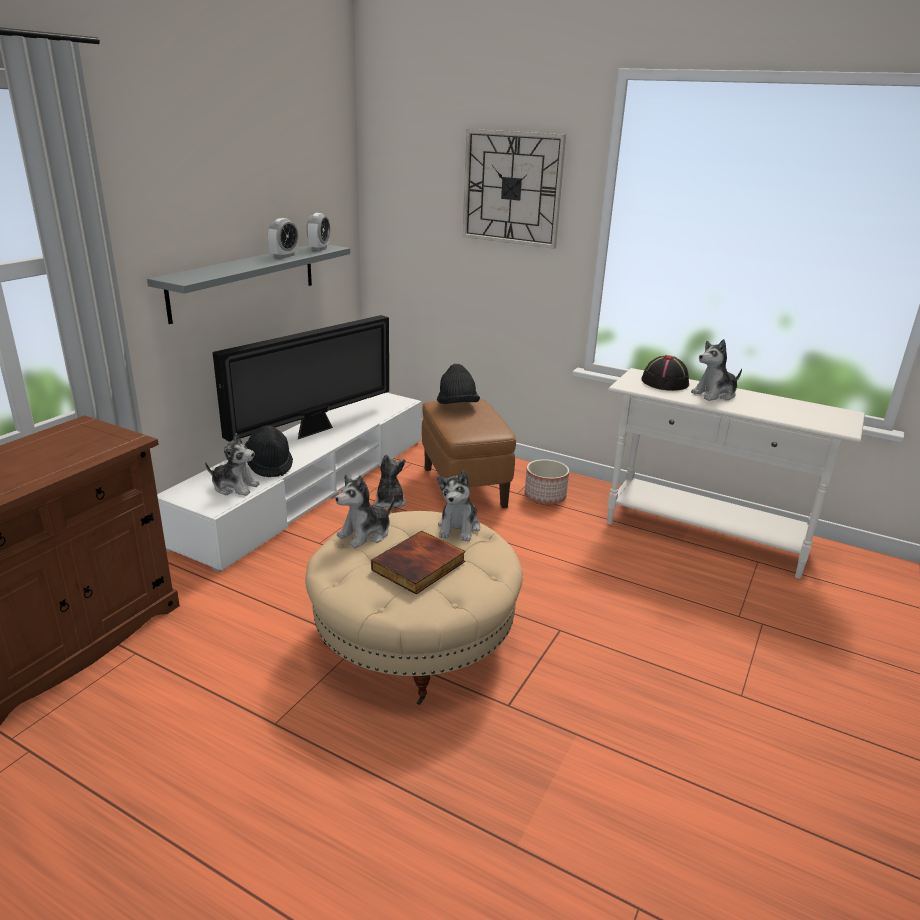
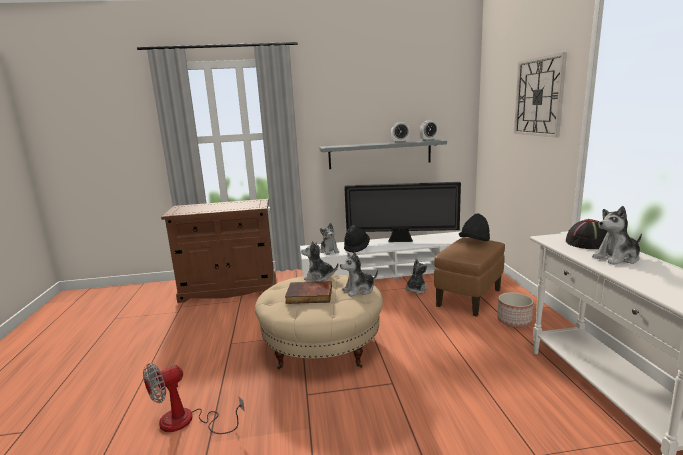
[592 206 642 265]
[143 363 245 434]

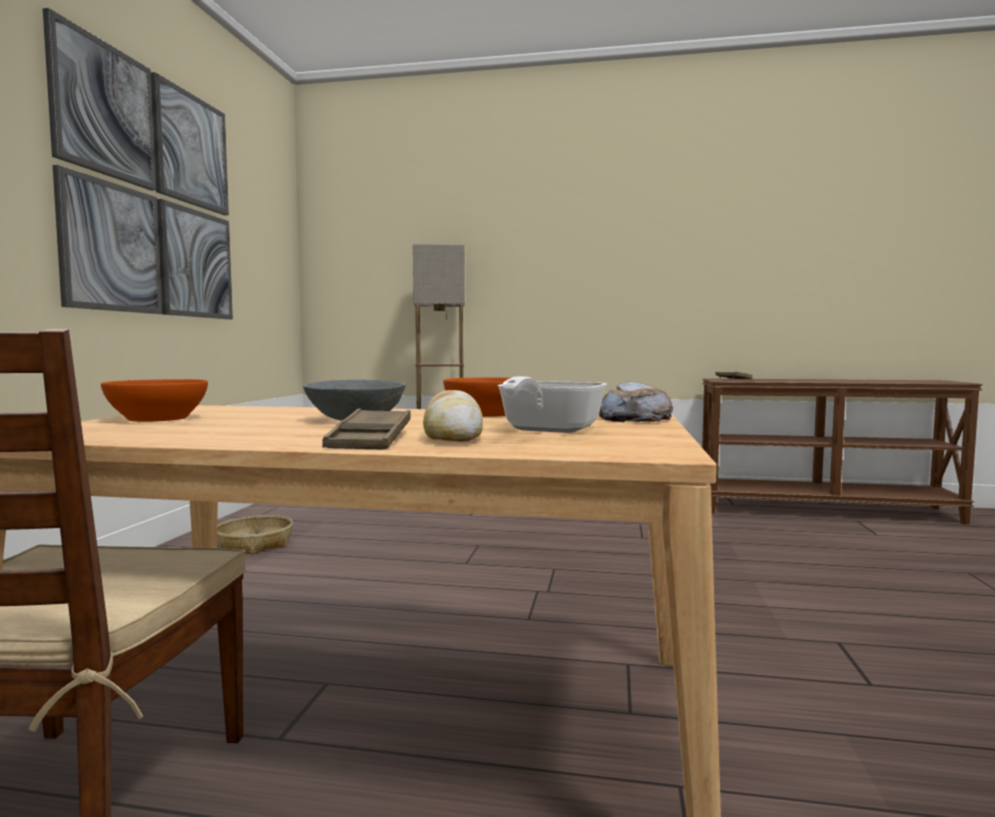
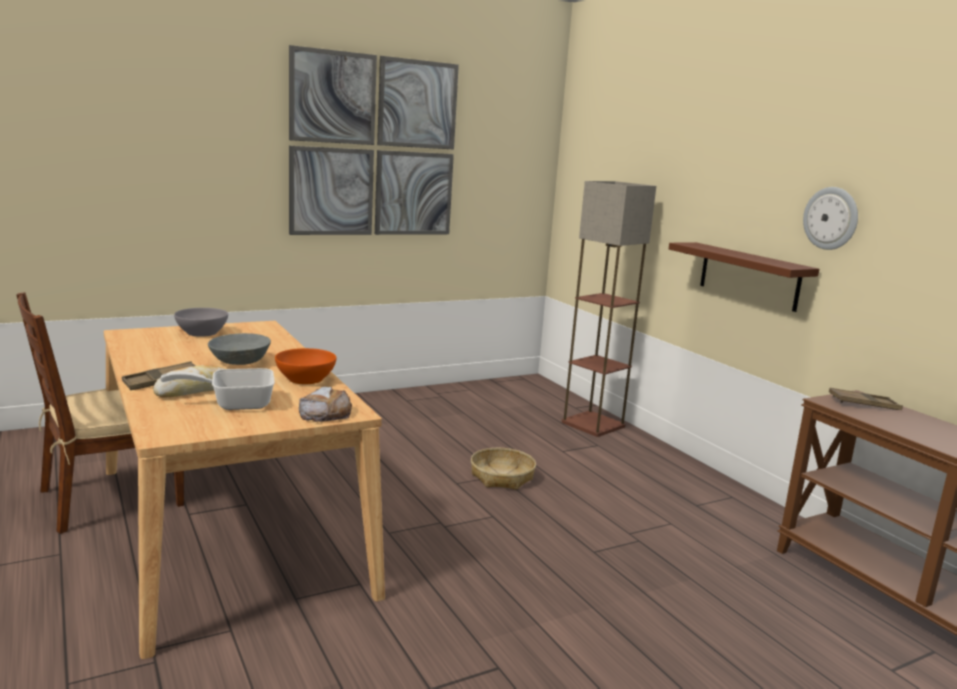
[174 308 228 337]
[471 448 536 490]
[669 242 819 312]
[803 187 858 250]

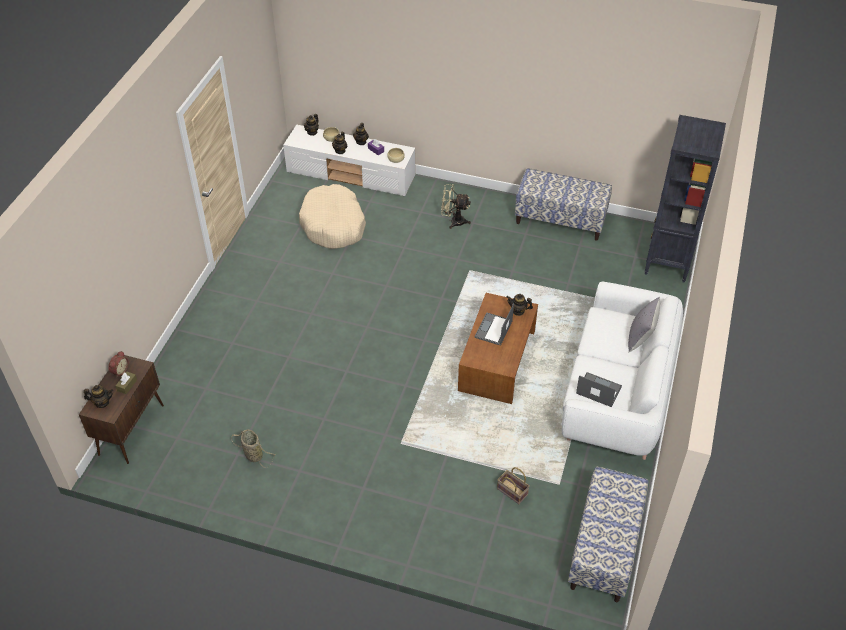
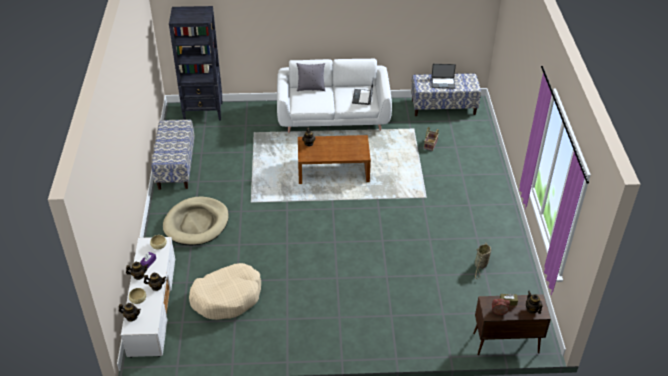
[163 196 229 245]
[431 64 456 89]

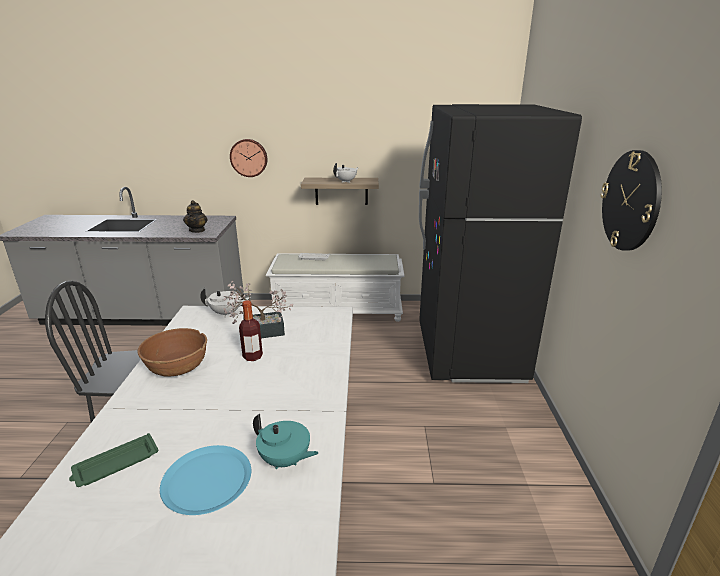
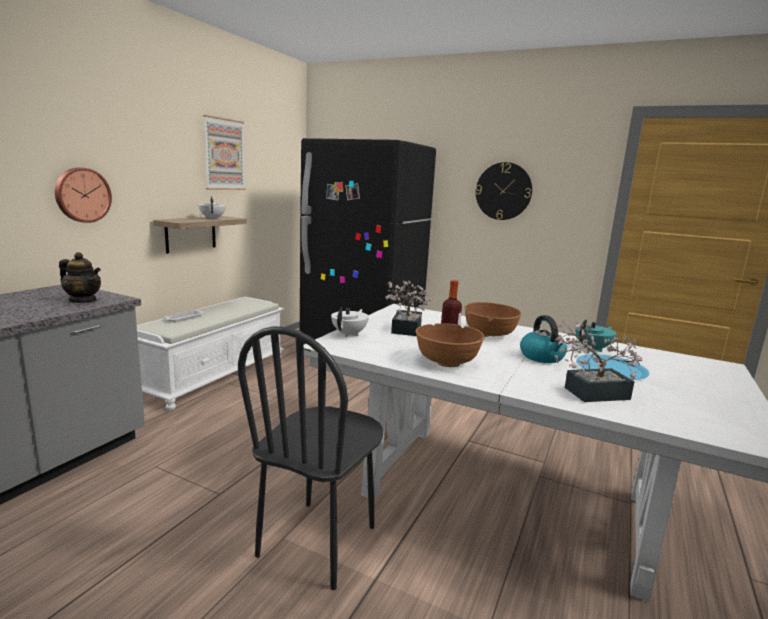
[554 320 642 402]
[203 115 246 190]
[465 302 522 337]
[520 315 567 363]

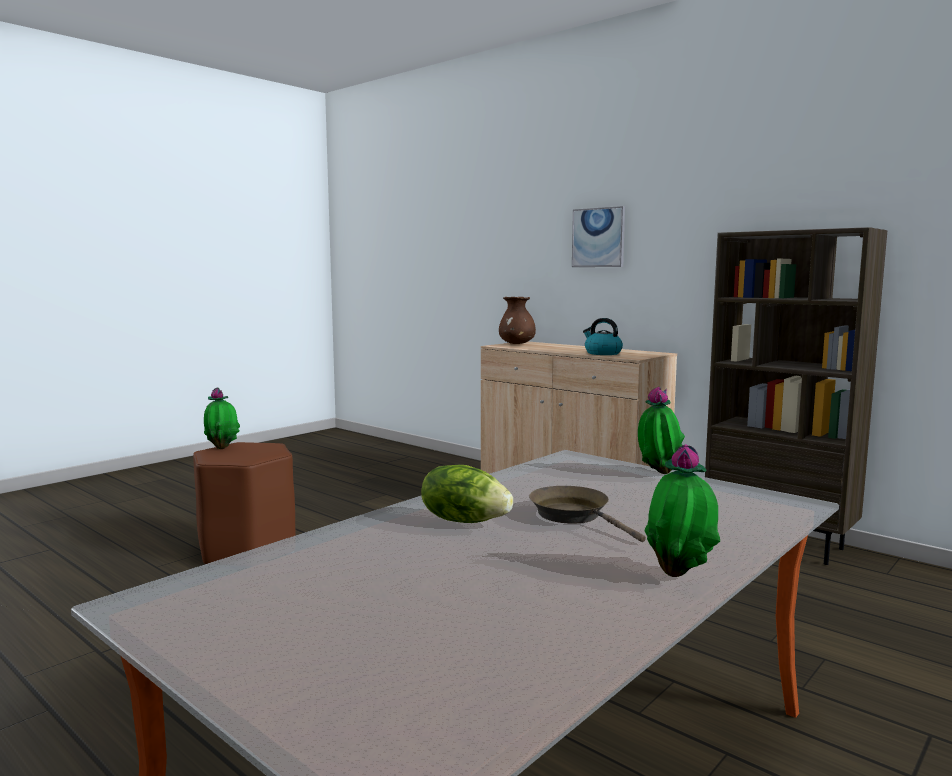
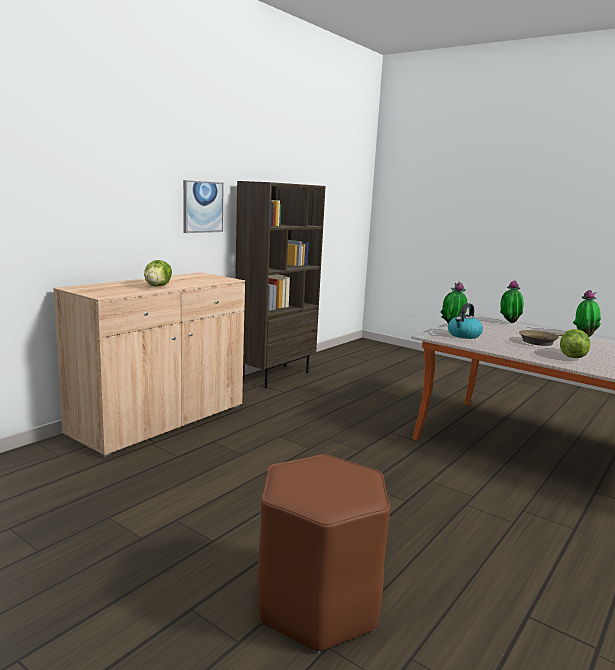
[500 281 524 323]
[499 297 536 344] (first image)
[183 180 224 233]
[448 303 483 339]
[144 260 172 287]

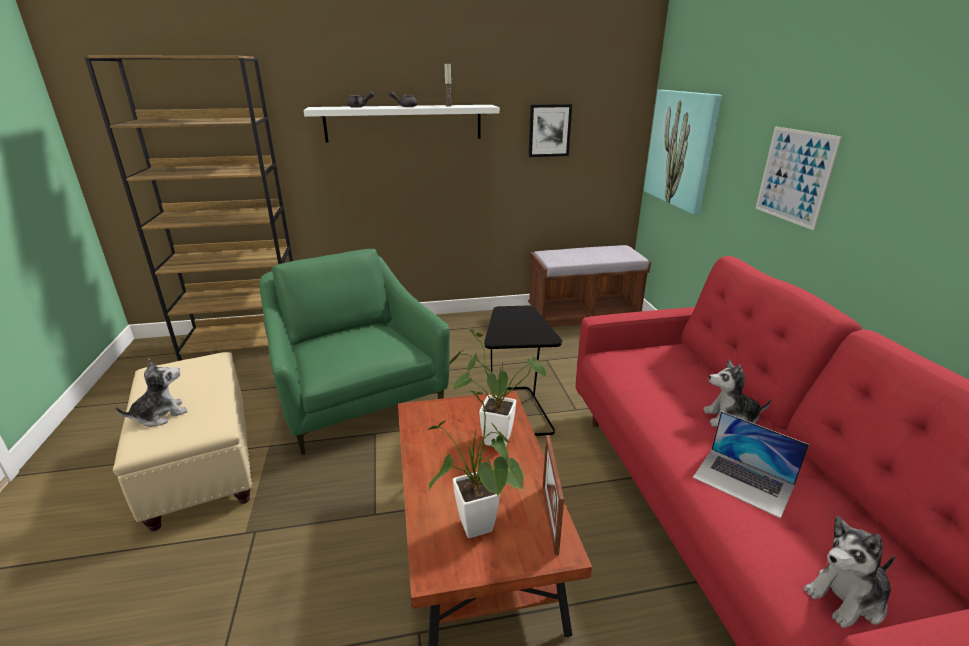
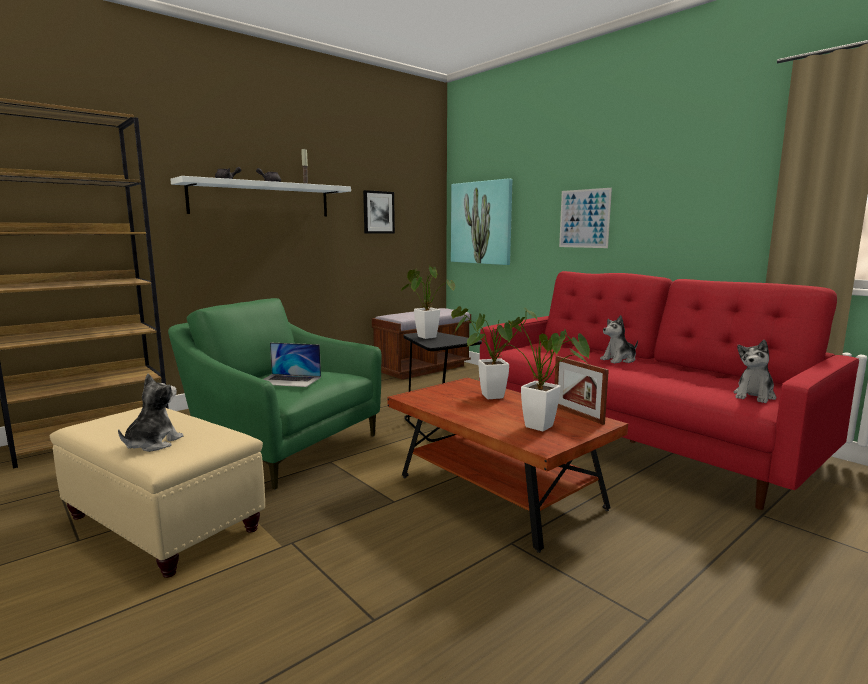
[263 343 321 387]
[401 265 455 339]

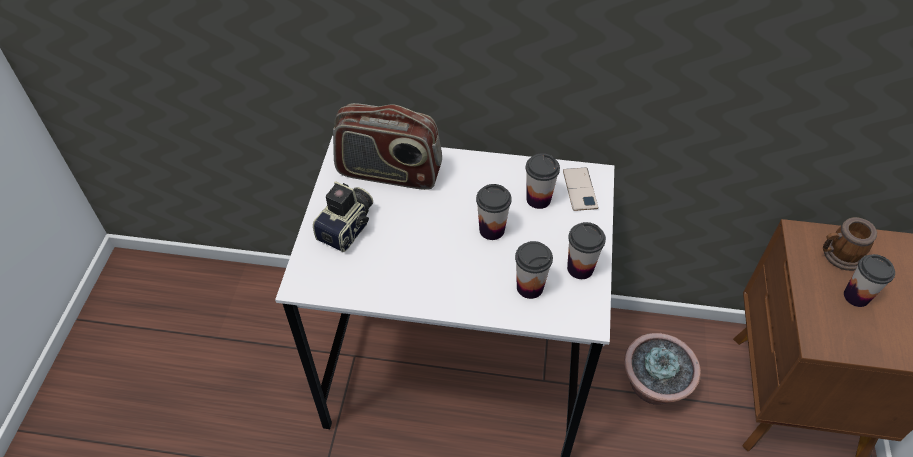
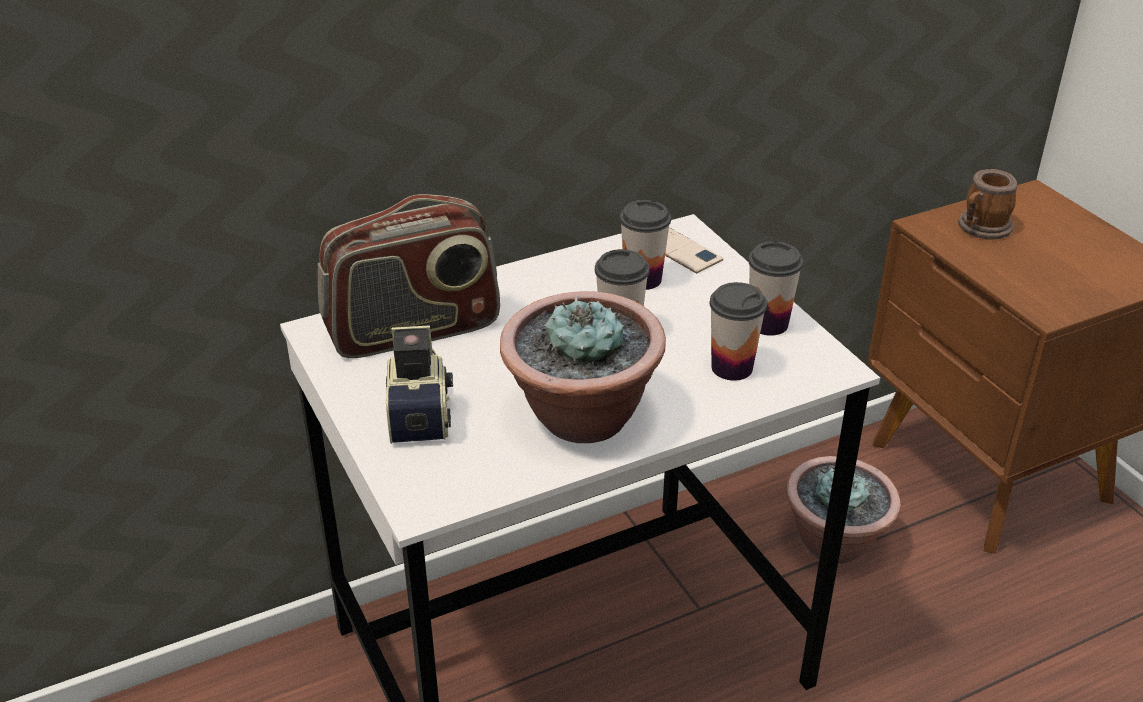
[844 254 895 307] (first image)
[500 291 666 443]

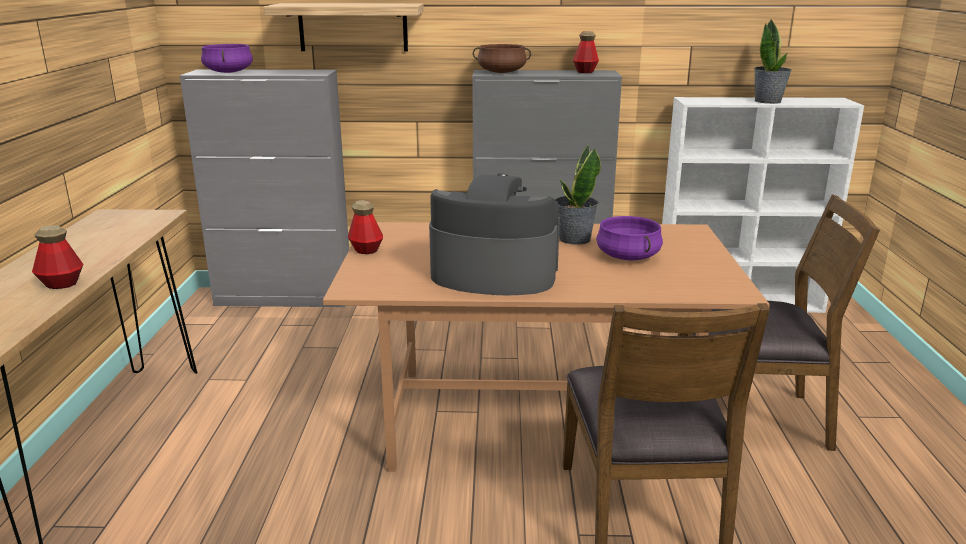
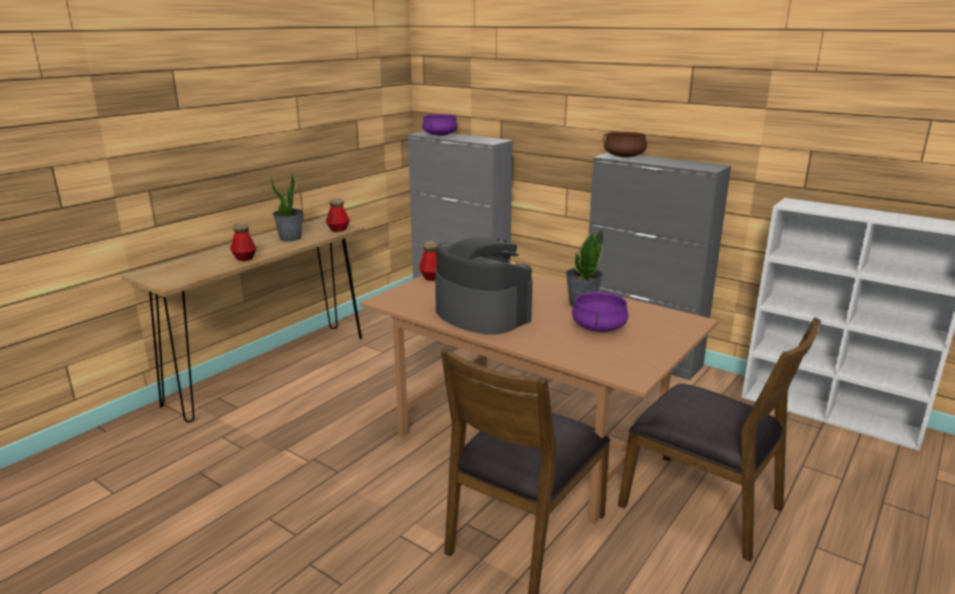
[264 3 424 52] (first image)
[326 198 350 232]
[271 172 303 241]

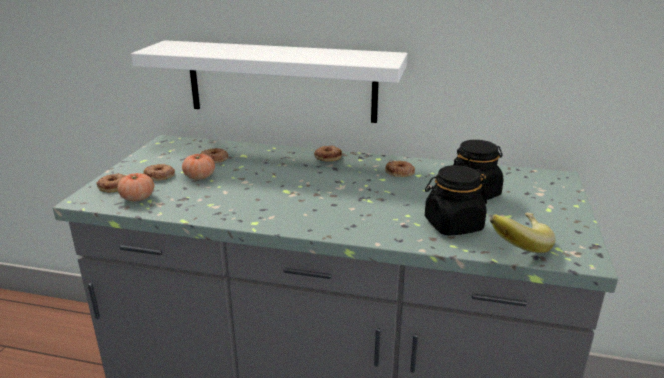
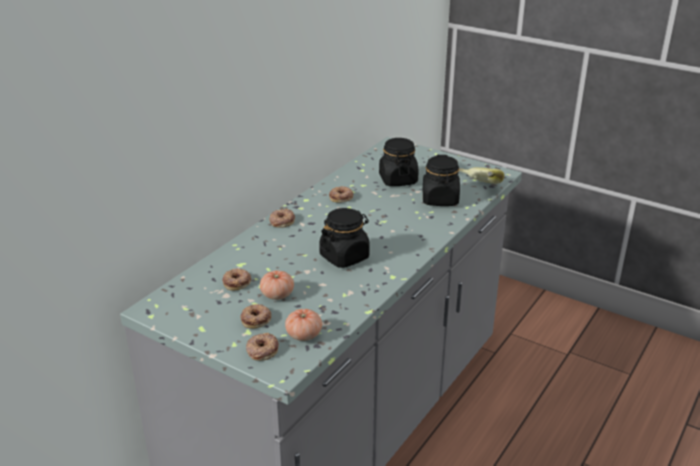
[131 40 408 123] (first image)
[319 208 370 268]

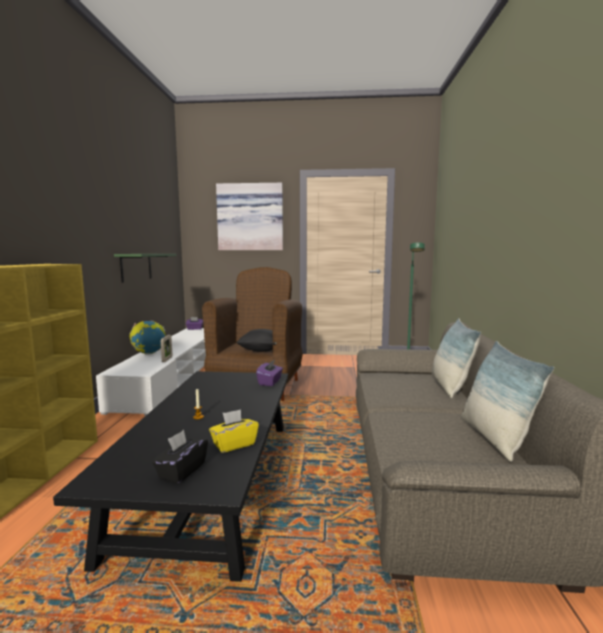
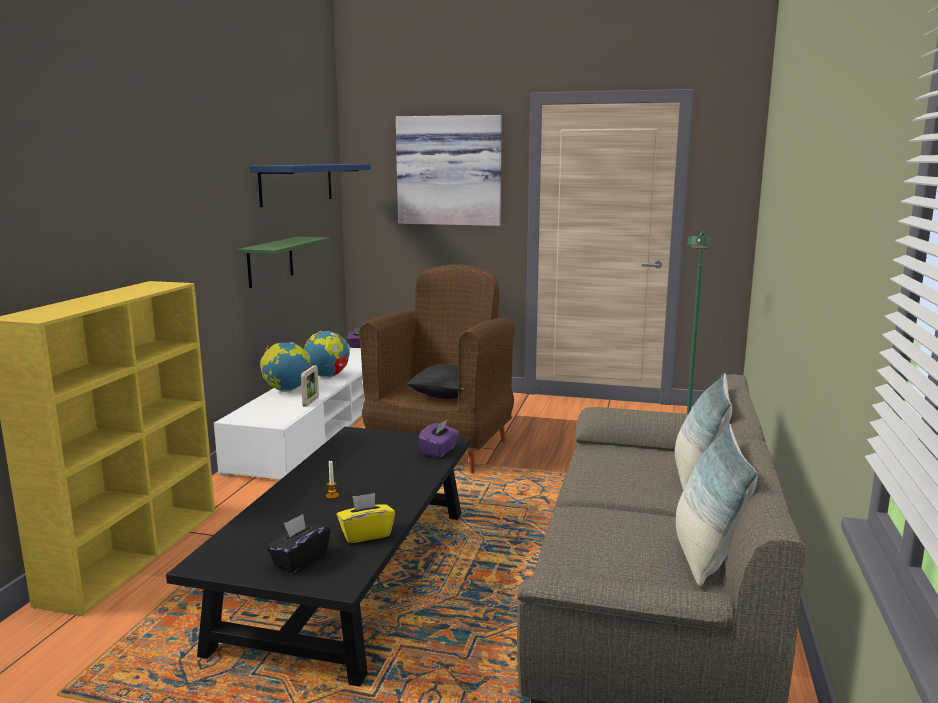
[249 164 371 207]
[304 331 350 378]

